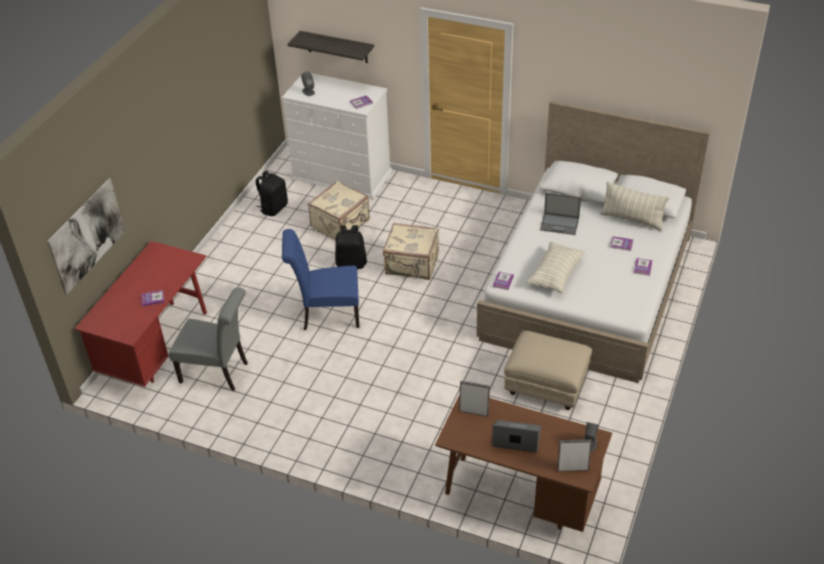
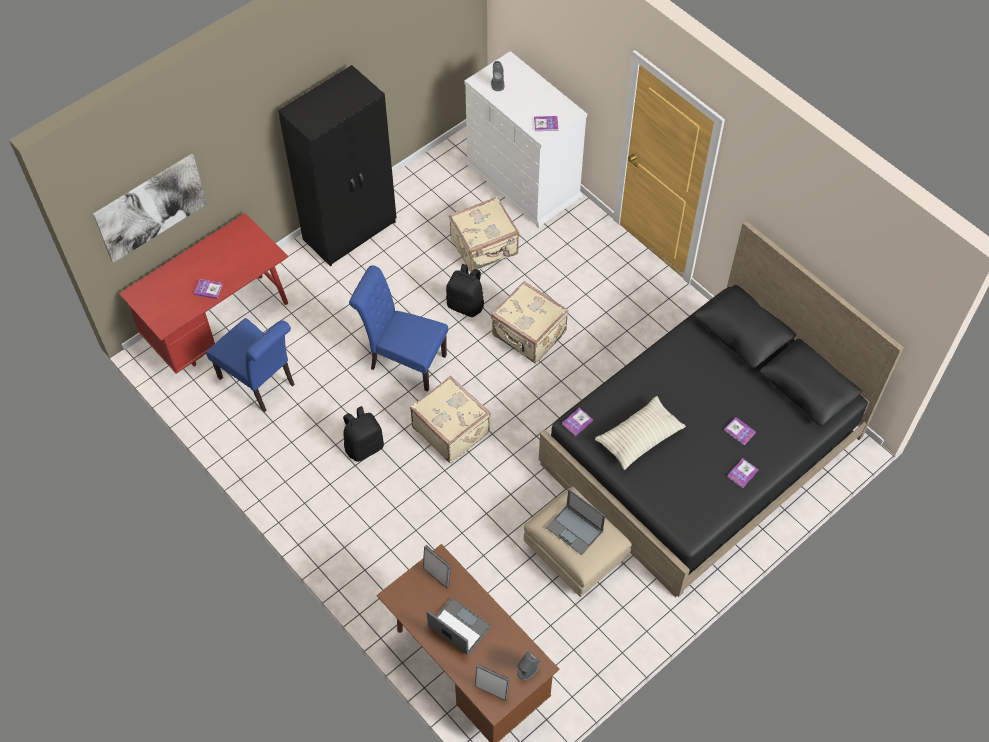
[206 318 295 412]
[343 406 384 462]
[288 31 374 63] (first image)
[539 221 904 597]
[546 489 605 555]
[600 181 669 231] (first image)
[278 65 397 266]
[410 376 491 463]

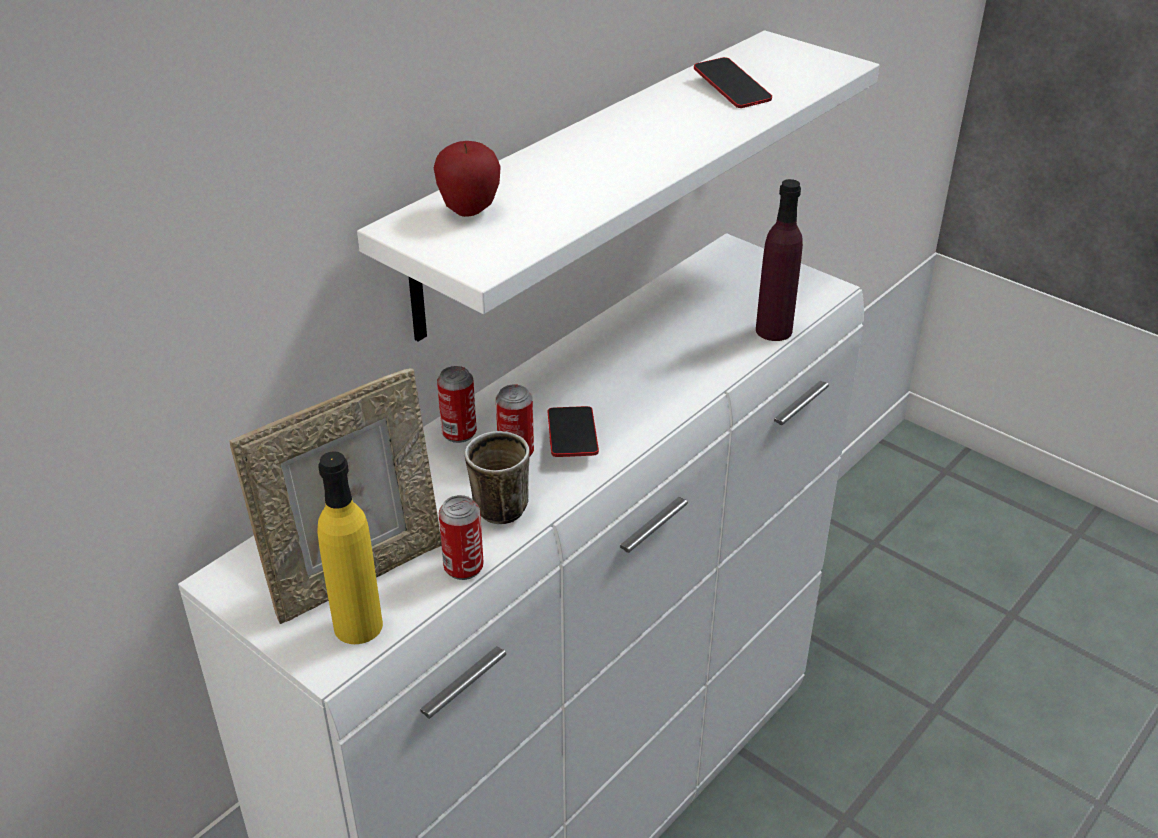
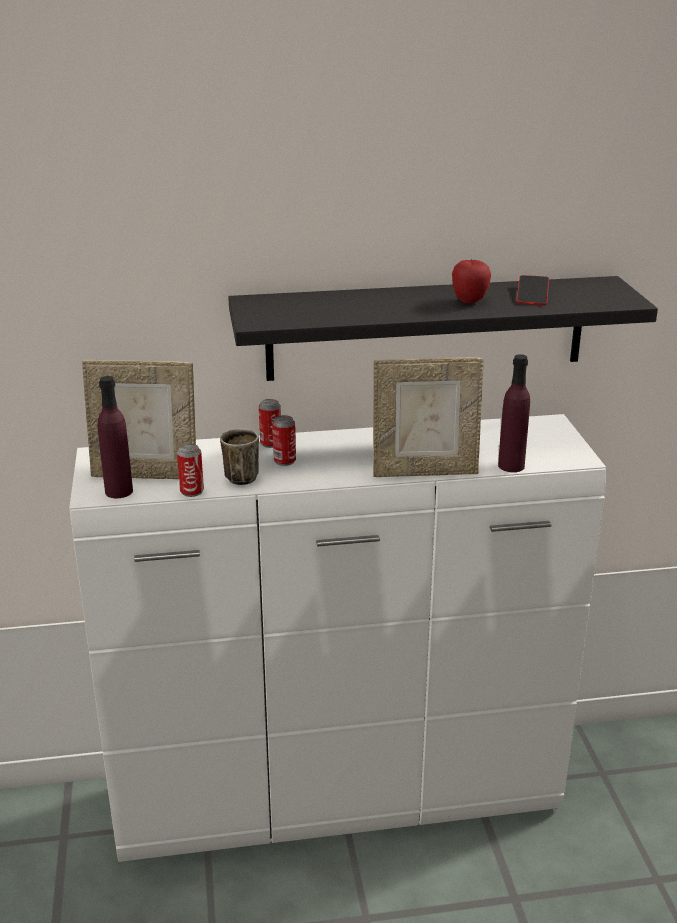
[98 376 133 498]
[228 276 658 381]
[452 259 491 303]
[548 406 599 457] (first image)
[373 357 484 477]

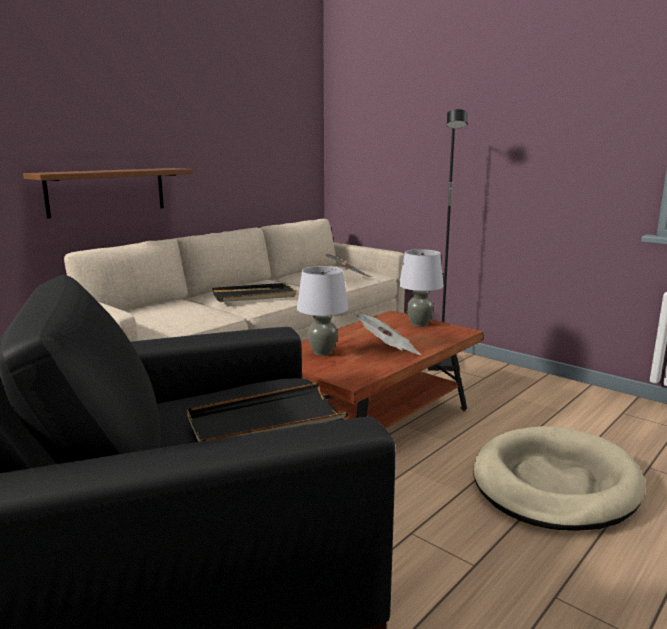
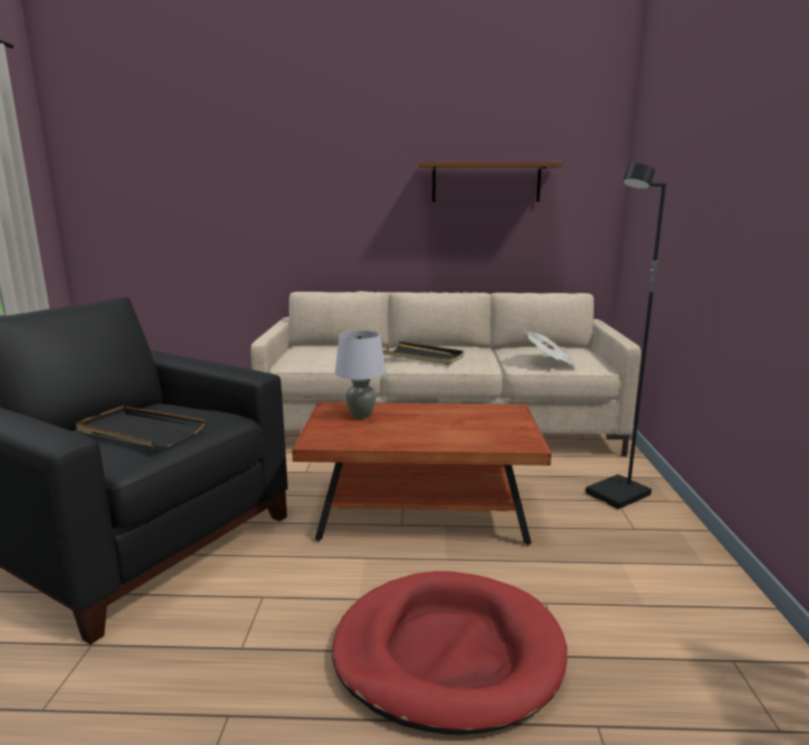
[419 162 562 202]
[354 314 422 355] (first image)
[399 249 444 327] (first image)
[332 571 567 735]

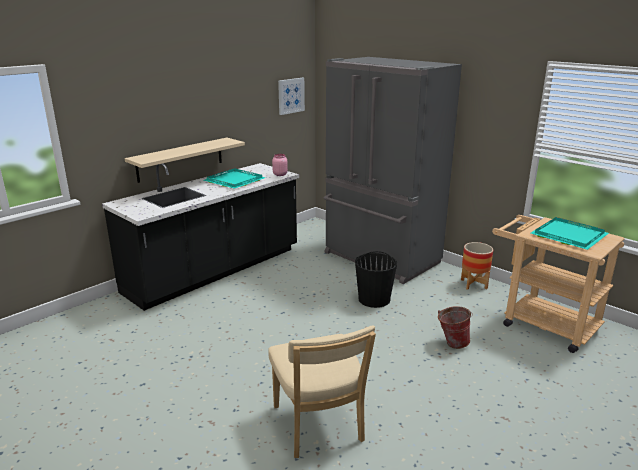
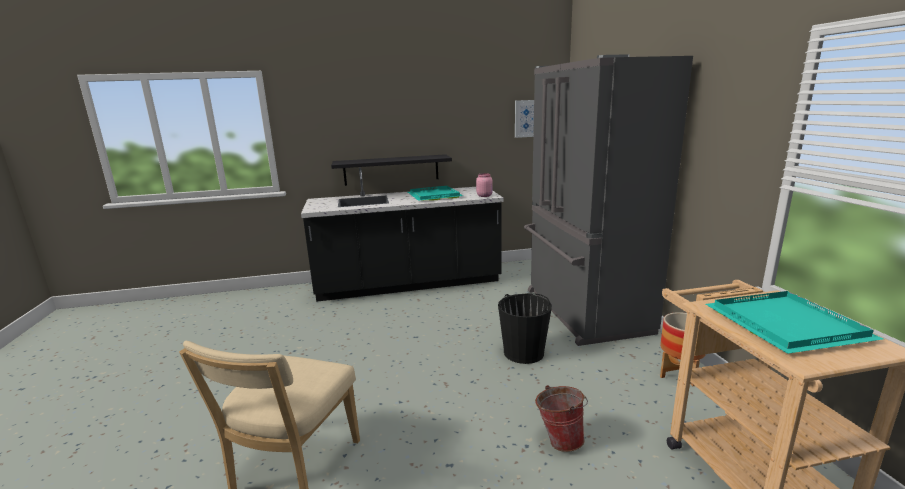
[331 154 452 186]

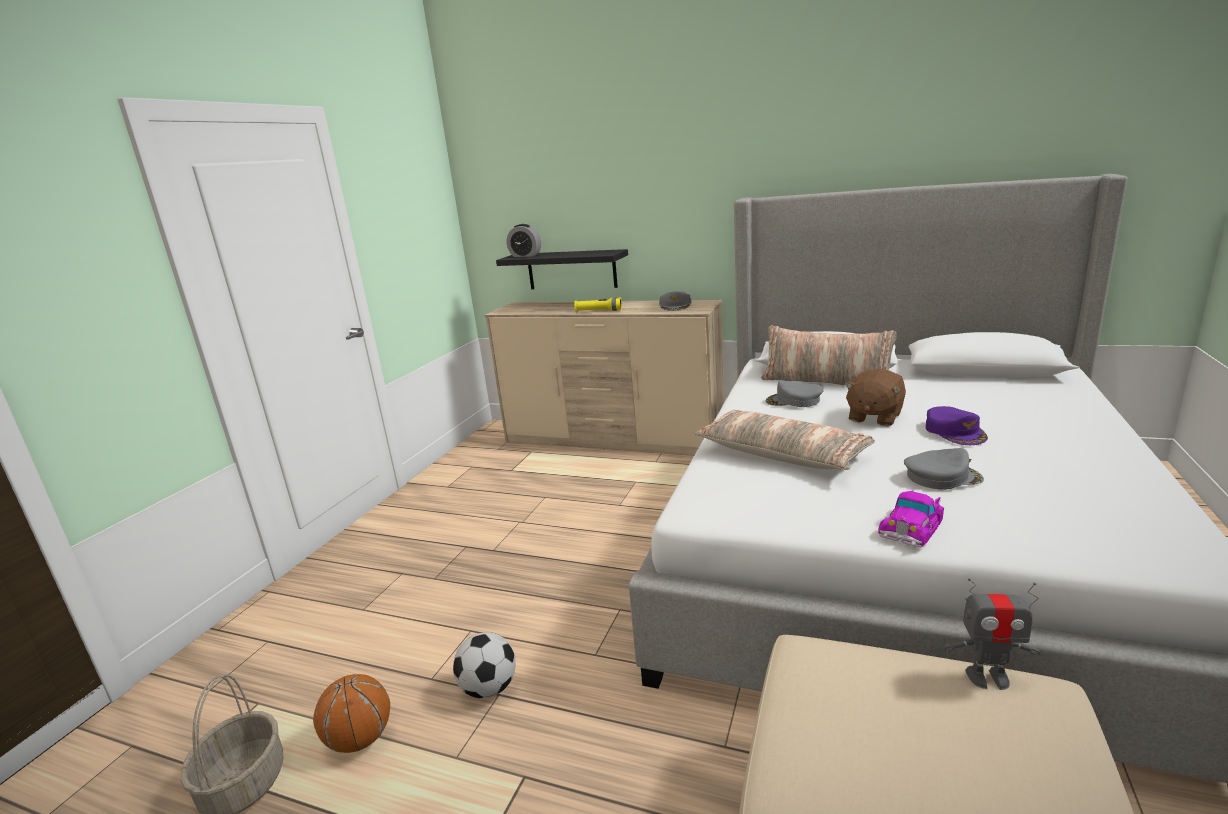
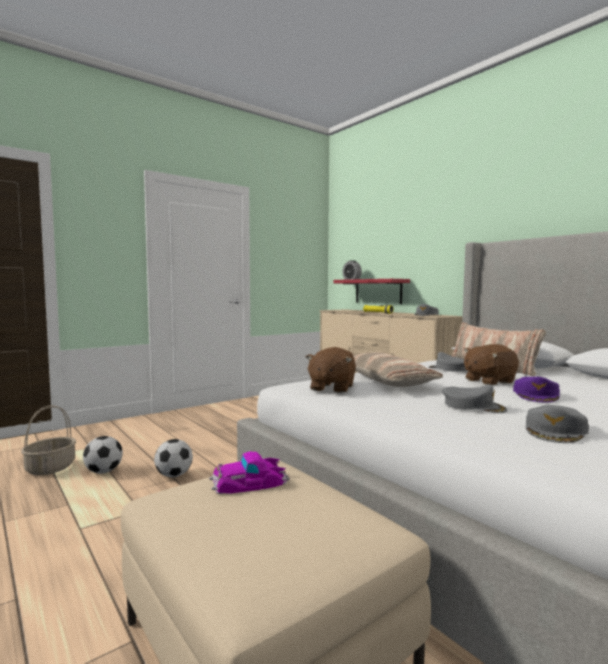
[83 436 123 474]
[334 279 410 304]
[209 451 290 494]
[944 578 1040 690] (first image)
[306 347 356 393]
[526 405 589 443]

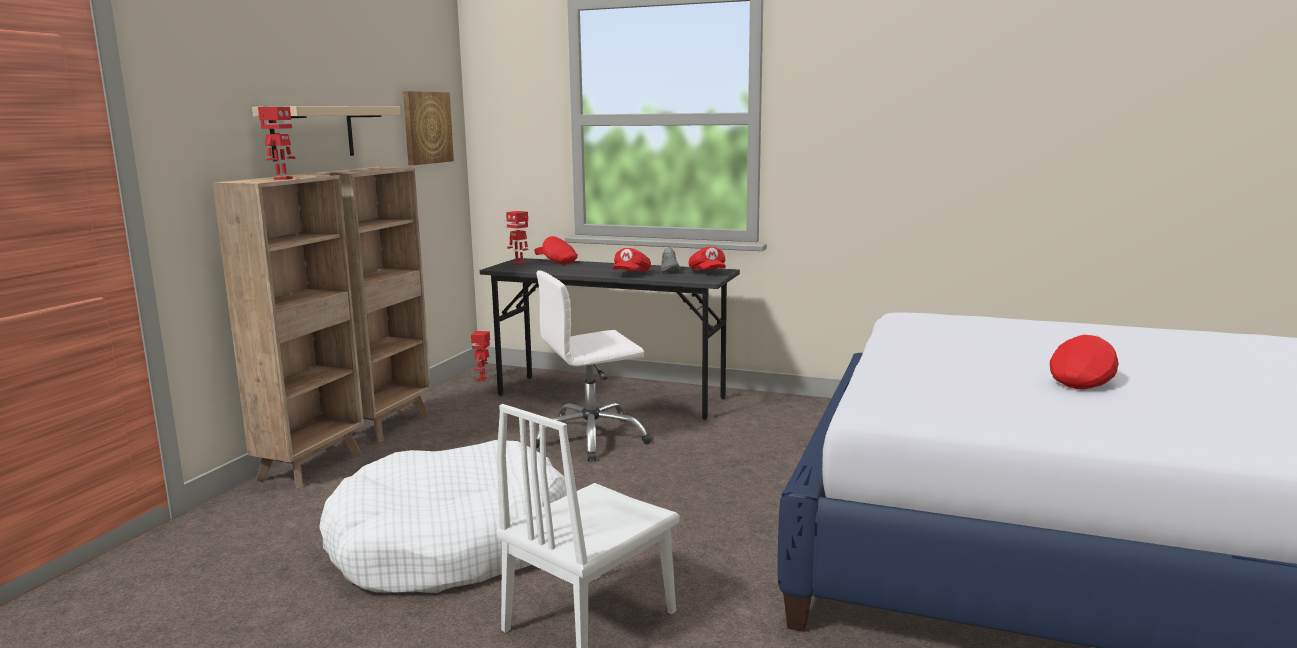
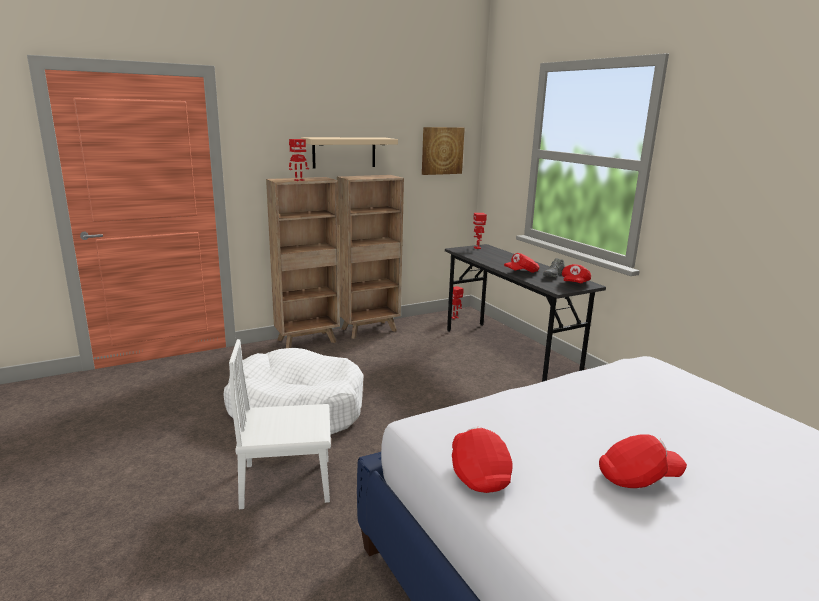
[452 427 513 493]
[536 271 652 462] (first image)

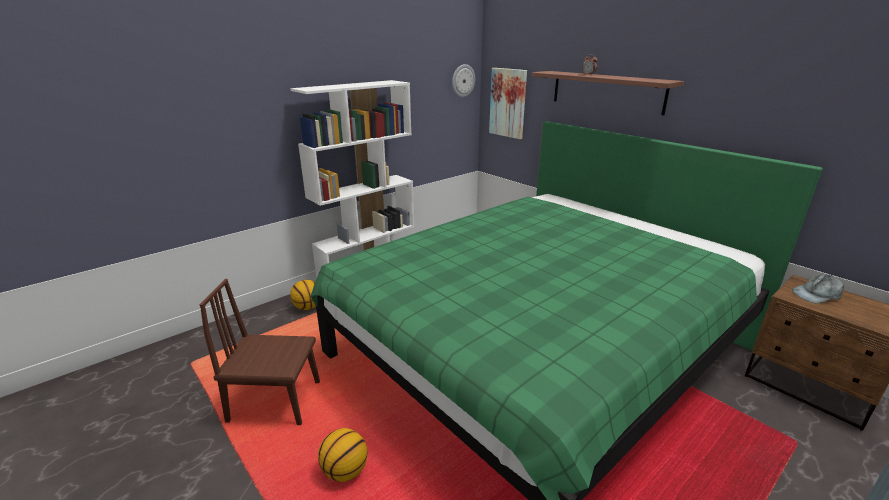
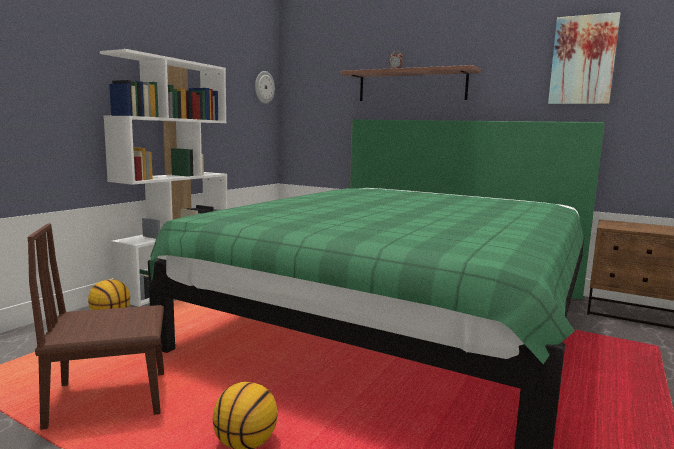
[548 12 621 104]
[792 274 844 304] (first image)

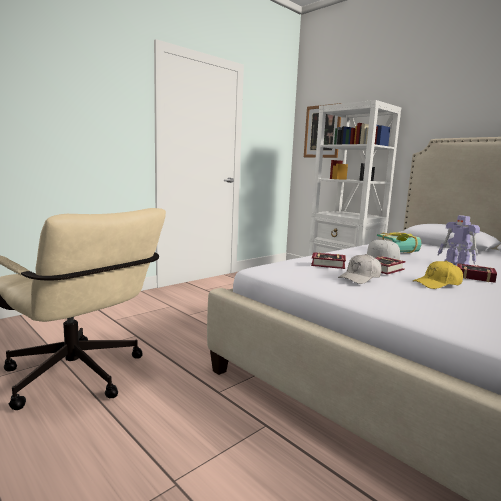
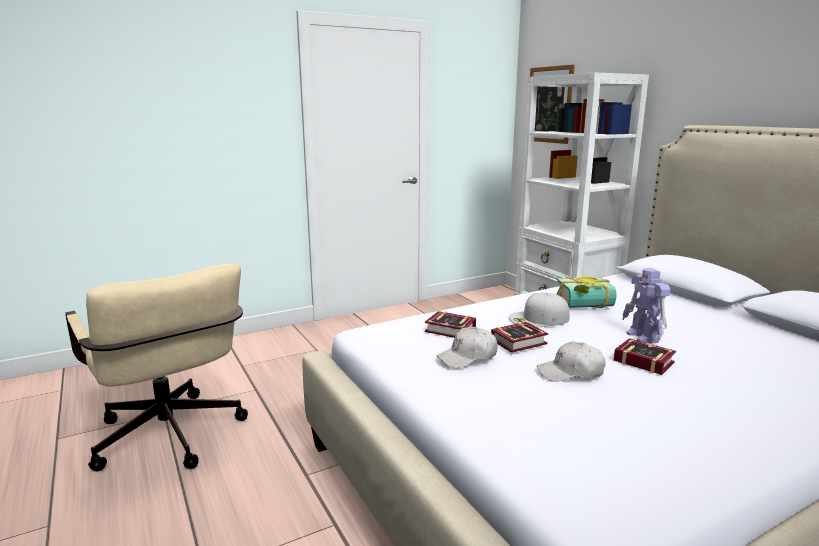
[537 342 605 382]

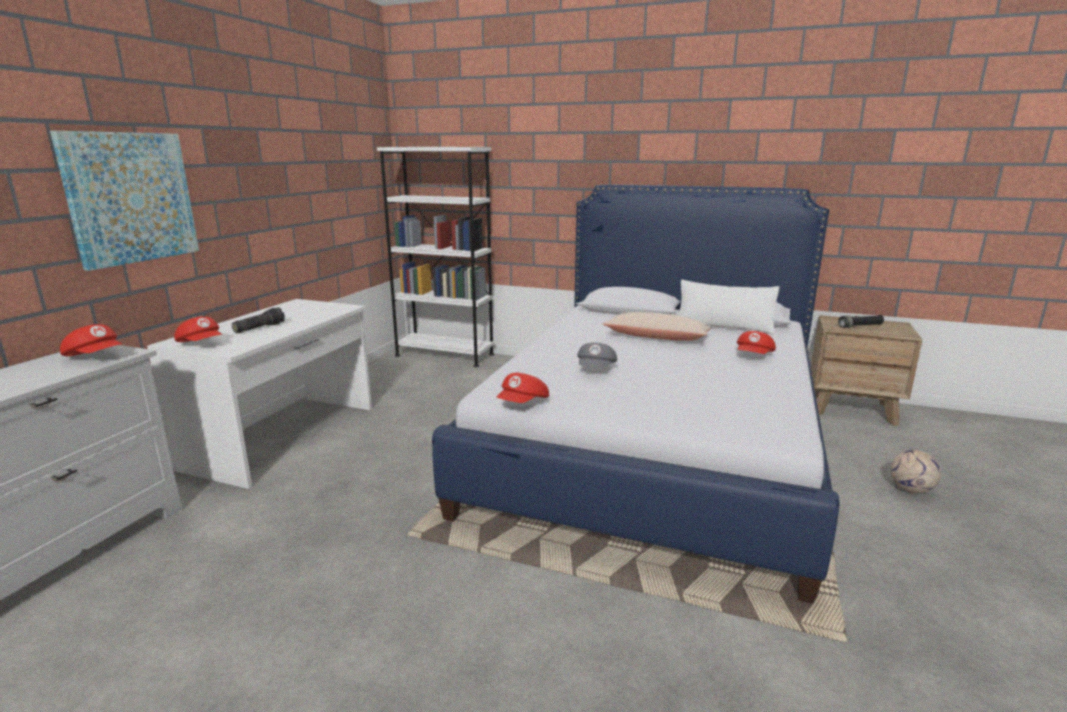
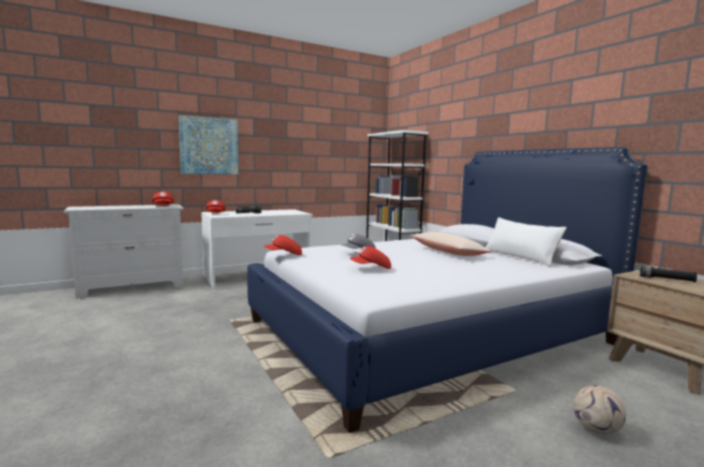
[349 246 391 269]

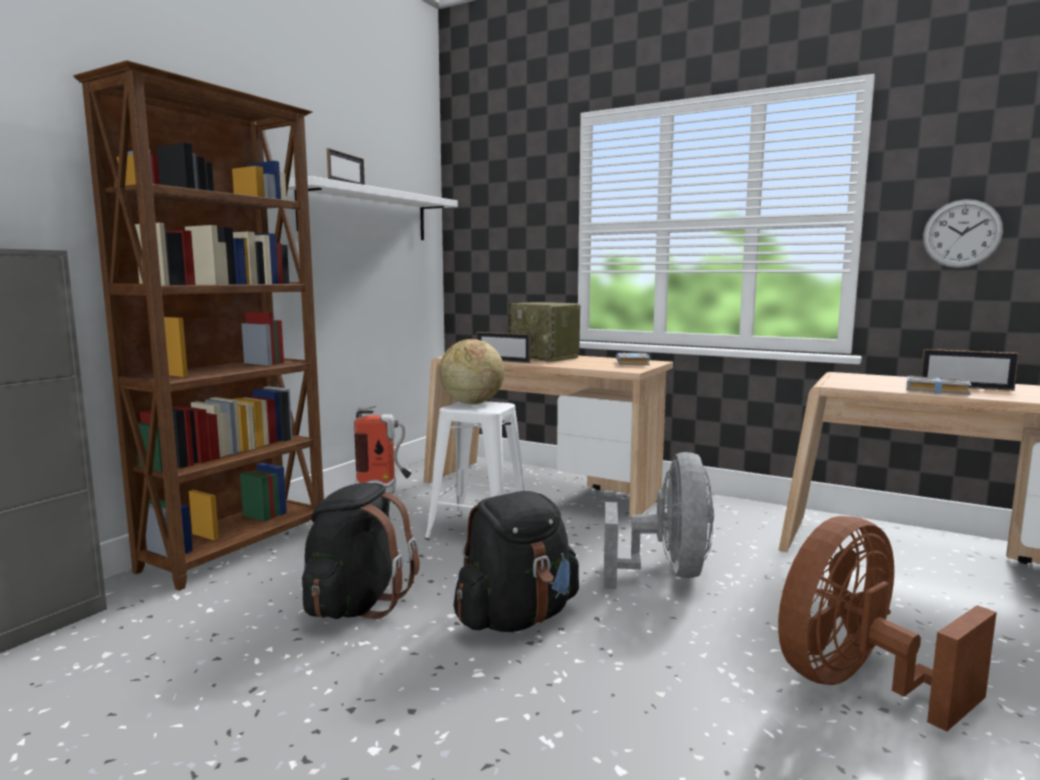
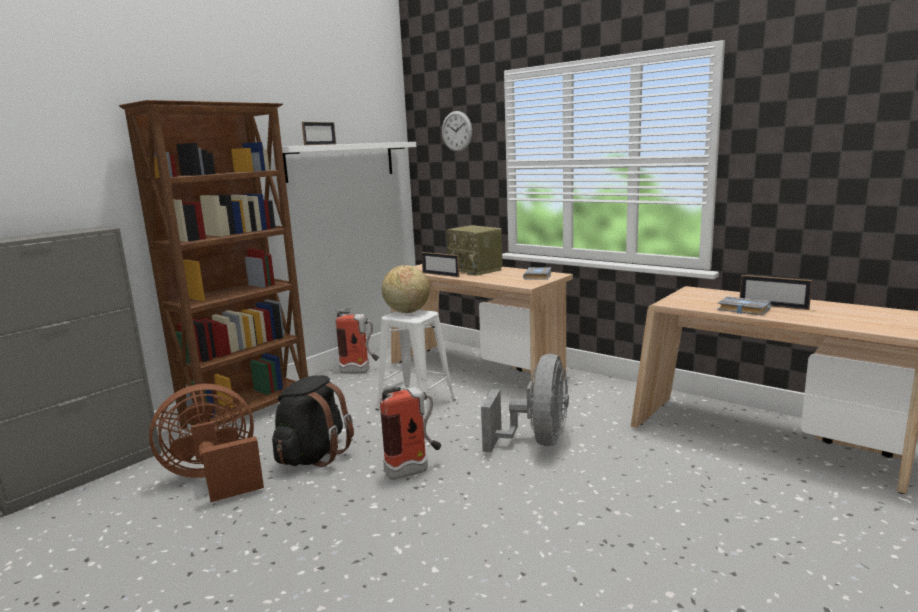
[380 381 441 480]
[149 384 264 502]
[442 111 472 152]

